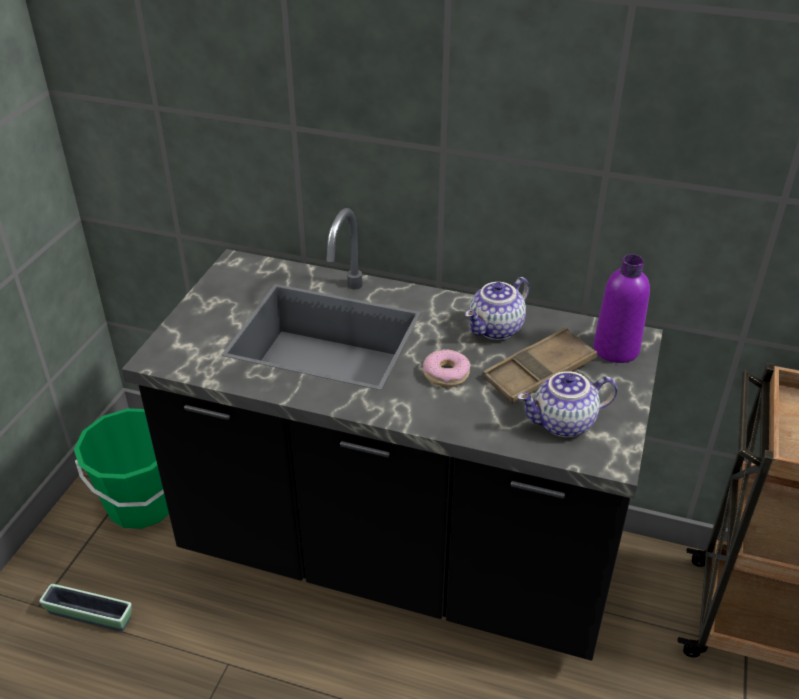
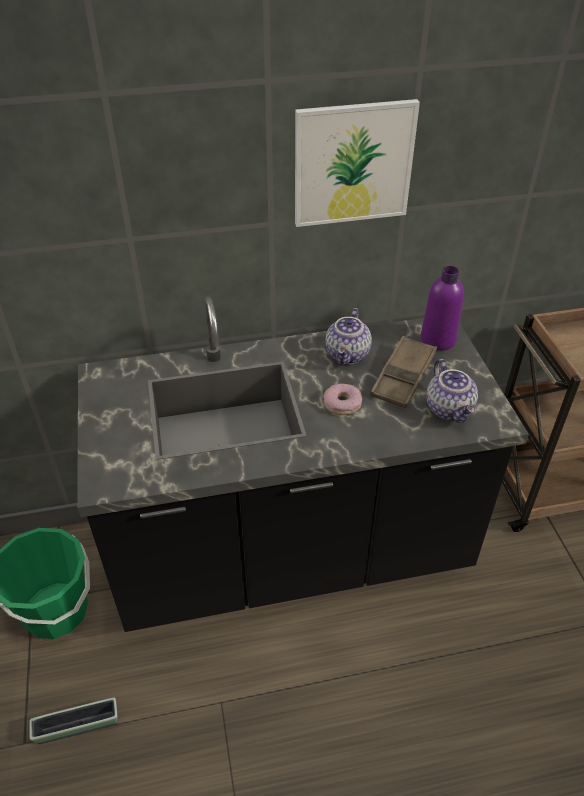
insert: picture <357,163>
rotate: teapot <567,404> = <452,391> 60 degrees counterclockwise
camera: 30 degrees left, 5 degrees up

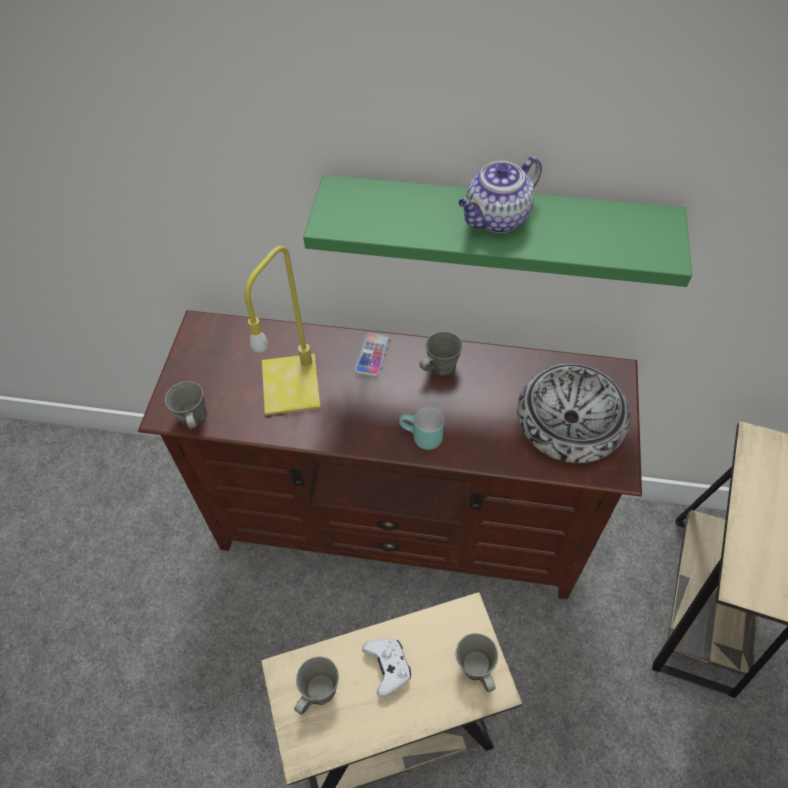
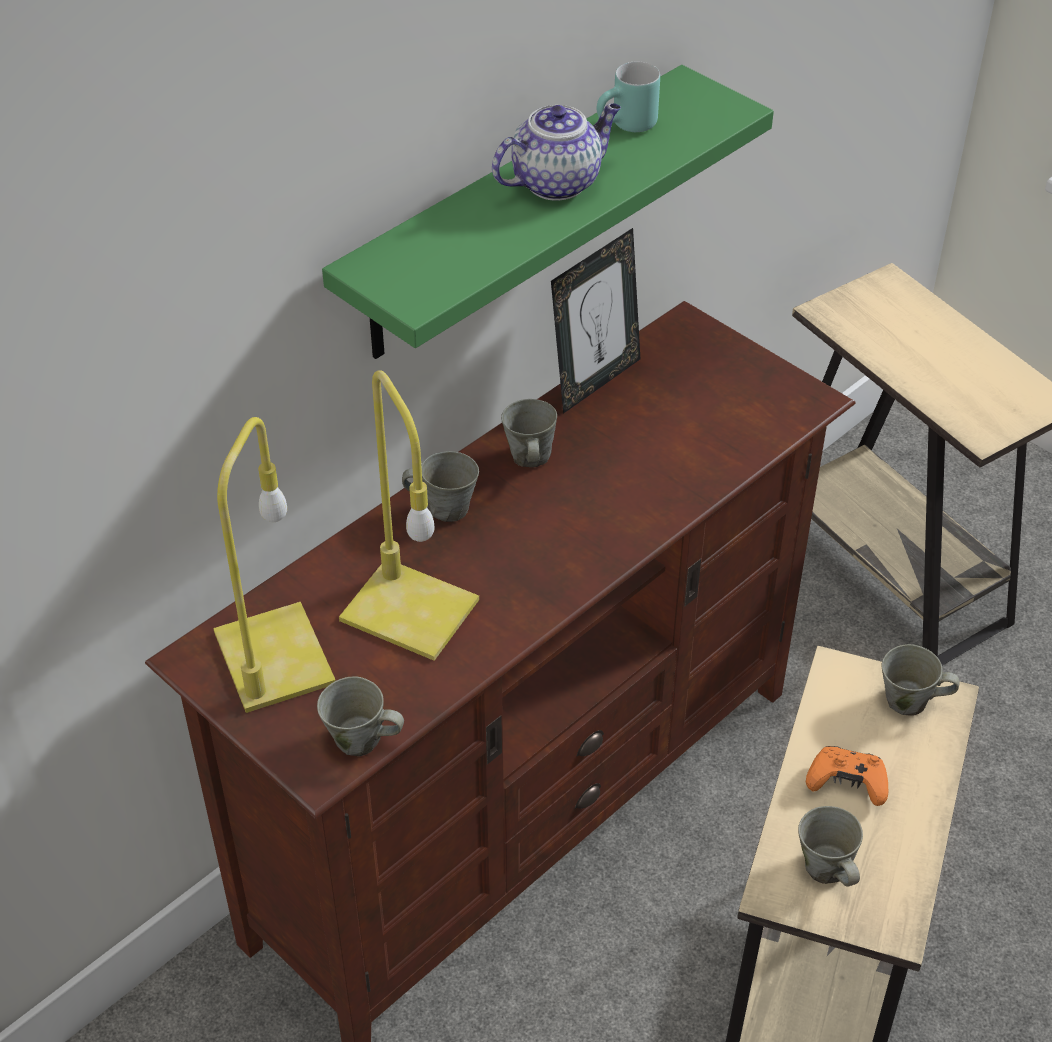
delete: bowl <573,413>
insert: yellow table lamp <274,565>; picture frame <595,321>
move: turquoise mug <421,428> to <628,96>
replace: phone <372,354> to grey mug <440,486>
recolor: white game controller <386,668> to orange game controller <847,776>
rotate: teapot <500,194> = <556,152> 120 degrees counterclockwise
camera: 55 degrees left, 10 degrees down

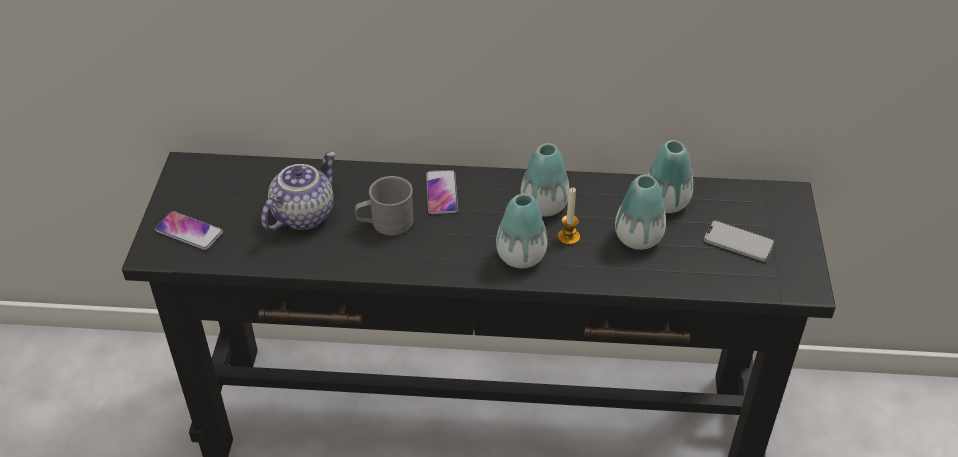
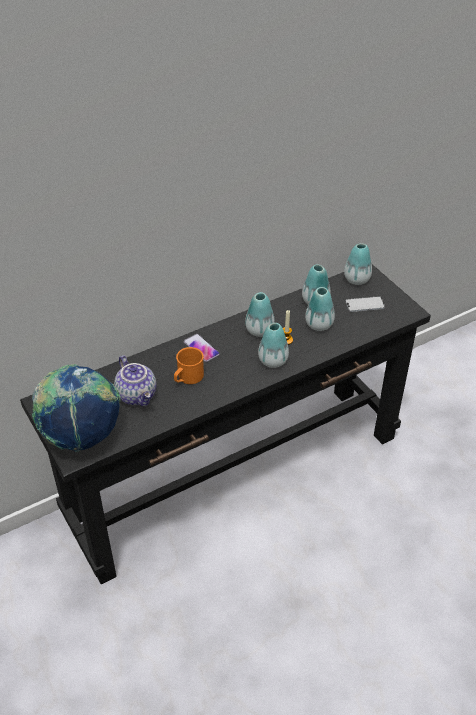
insert: vase <358,264>
replace: phone <189,230> to globe <76,408>
recolor: grey mug <384,206> to orange mug <189,365>
rotate: teapot <298,191> = <135,380> 150 degrees clockwise
camera: 35 degrees left, 0 degrees up

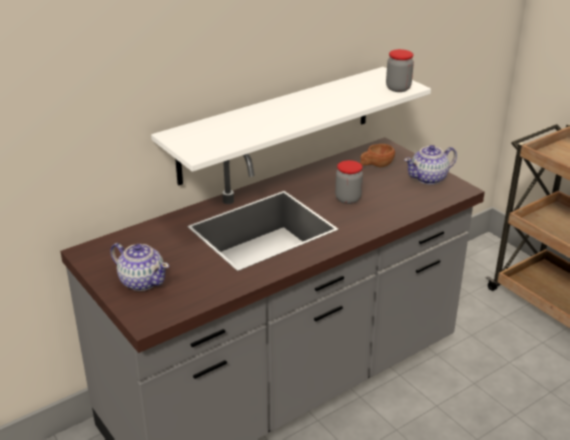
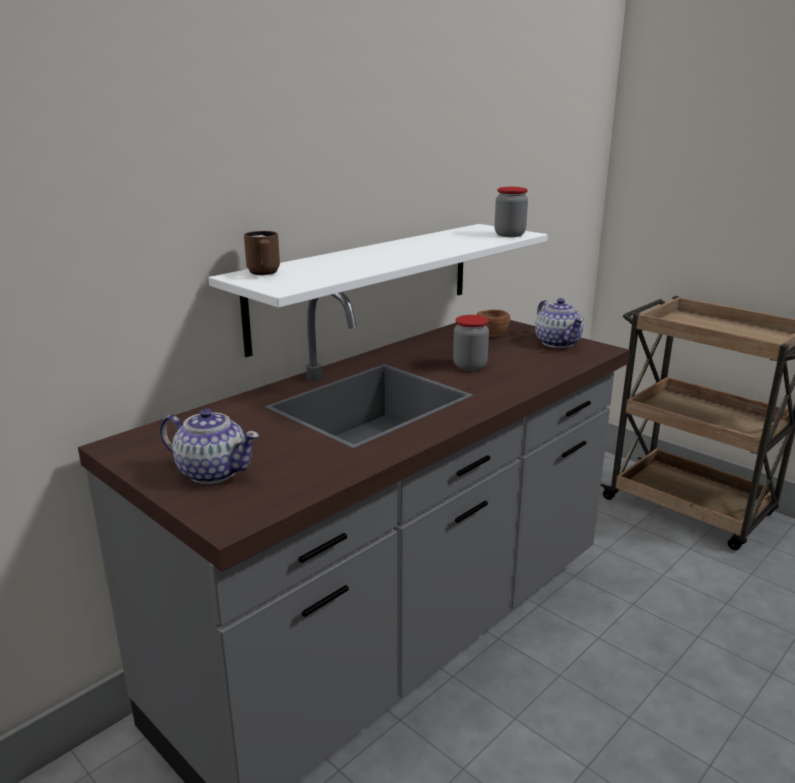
insert: brown mug <262,253>
rotate: teapot <430,165> = <559,323> 75 degrees counterclockwise
camera: 10 degrees left, 10 degrees down

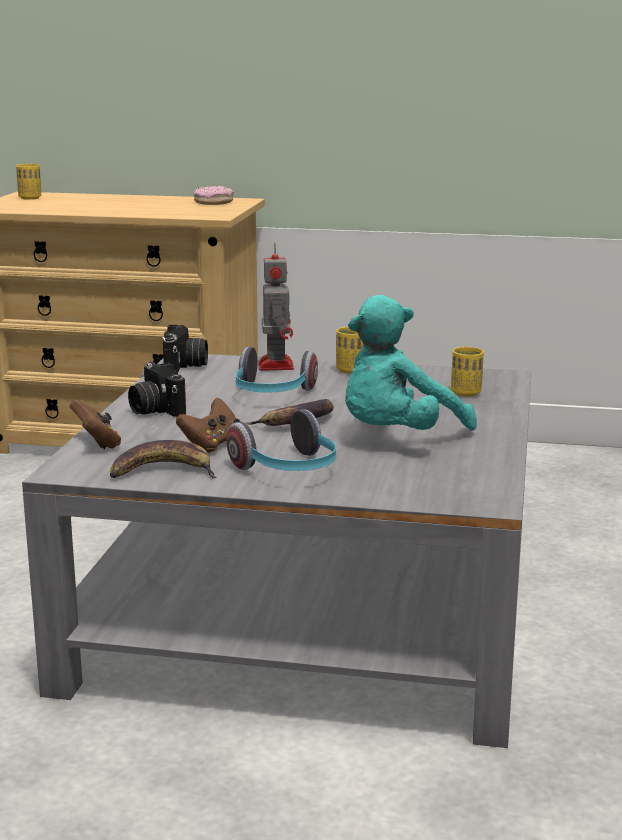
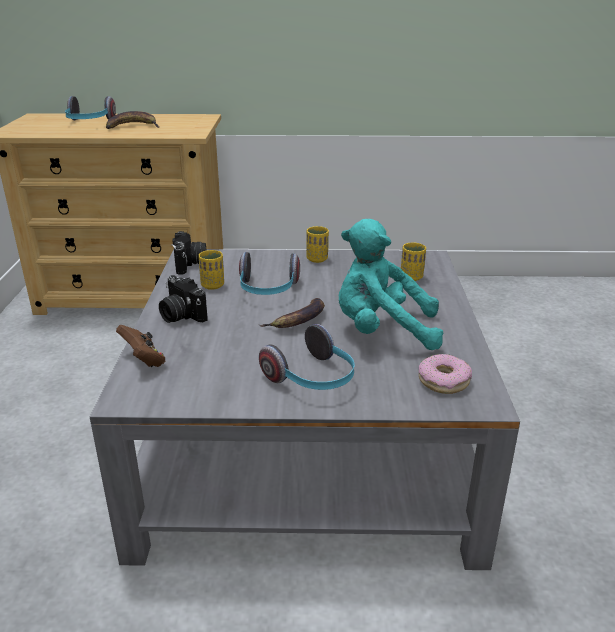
delete: brown game controller <208,425>; toy robot <276,307>
insert: headphones <90,108>
move: yellow cup <28,182> to <211,270>; banana <163,459> to <132,120>; donut <213,195> to <445,374>
rotate: turquoise plush toy <411,363> = <391,284> 60 degrees clockwise
camera: 10 degrees left, 10 degrees up

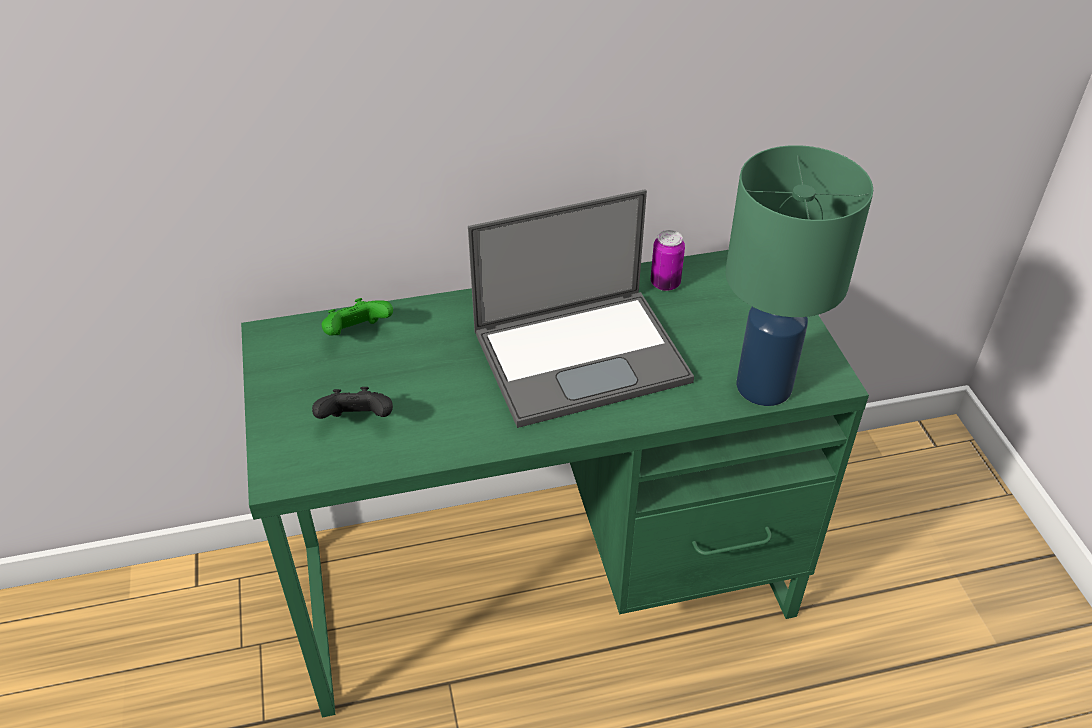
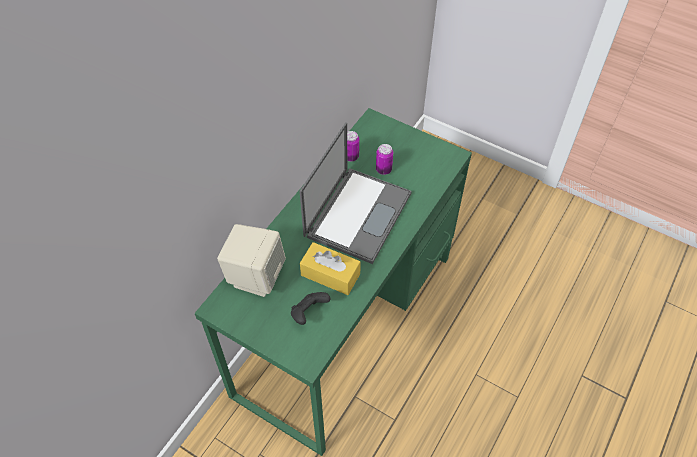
delete: green table lamp <799,275>
insert: yellow tissue box <330,268>; can <384,159>
replace: green game controller <357,317> to beige speaker <251,260>
camera: 45 degrees left, 10 degrees up

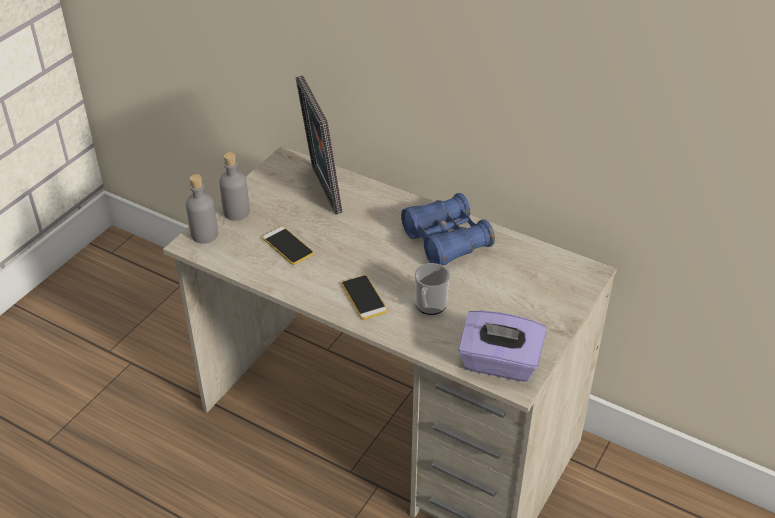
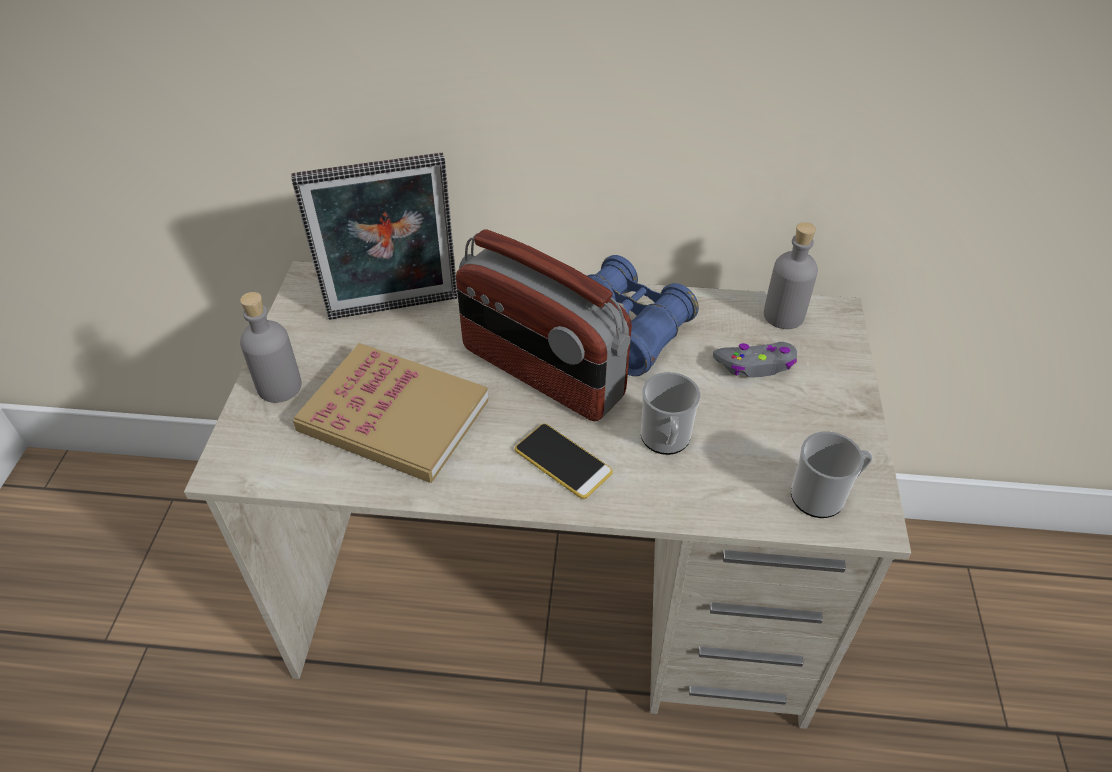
insert: radio <544,325>; grey game controller <755,359>
move: grey bottle <202,209> to <791,275>
replace: phone <288,245> to book <390,413>; purple tissue box <502,346> to mug <832,474>
rotate: picture frame <319,144> = <374,236> 60 degrees counterclockwise
camera: 25 degrees left, 5 degrees up

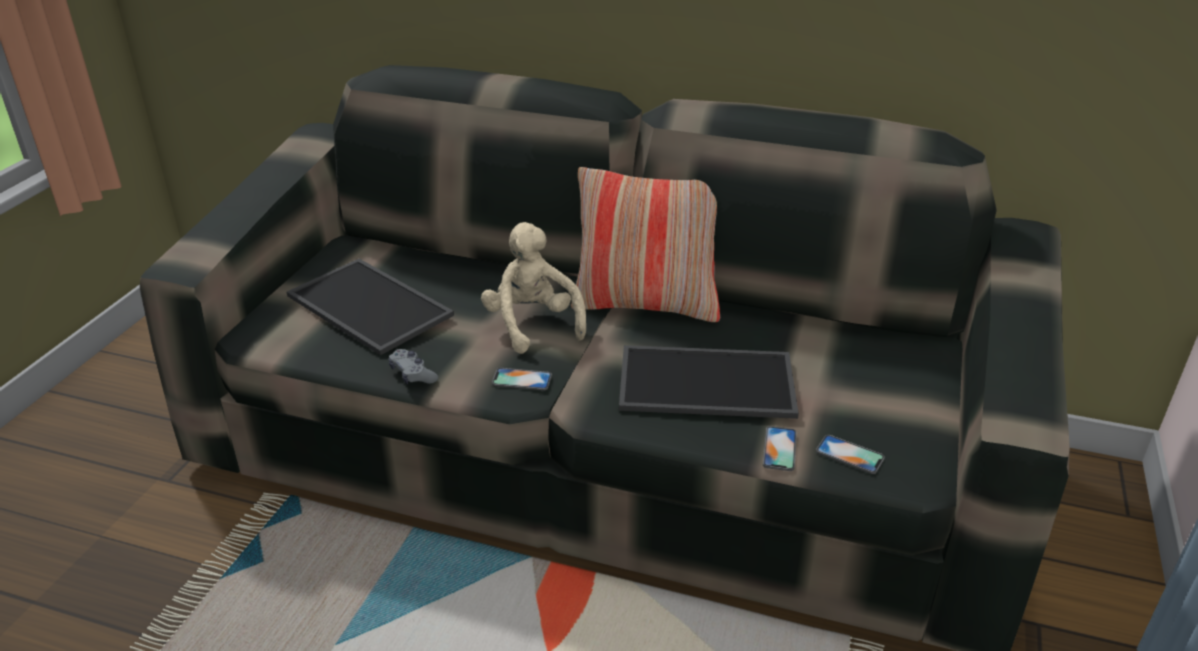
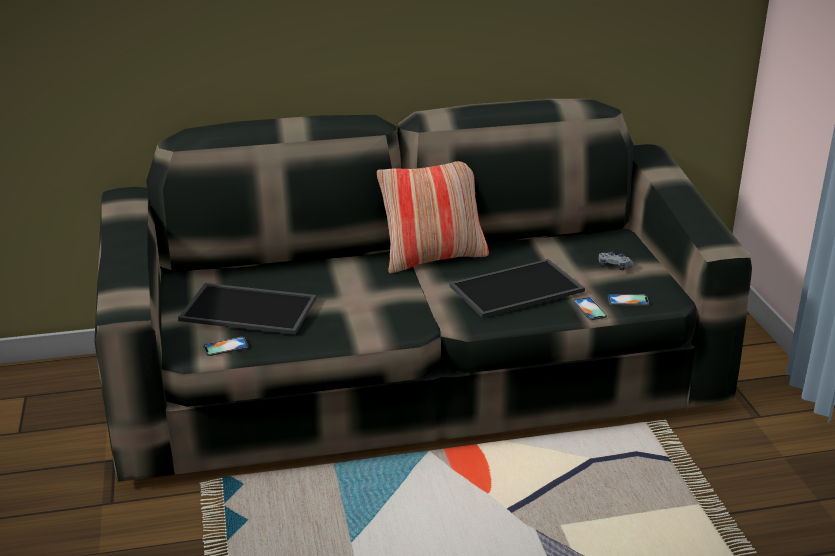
delete: beige plush toy <533,288>
move: grey game controller <413,366> to <615,260>; phone <522,379> to <225,346>
camera: 30 degrees left, 5 degrees down

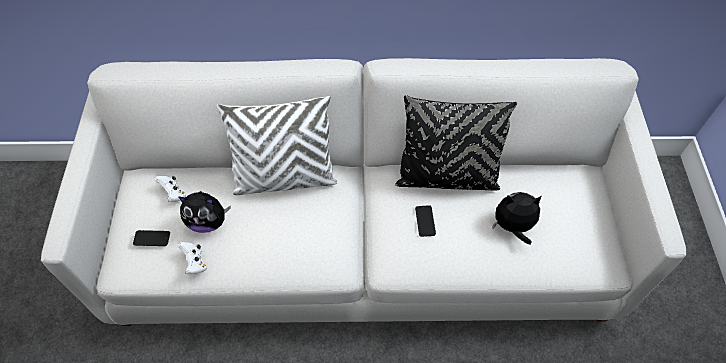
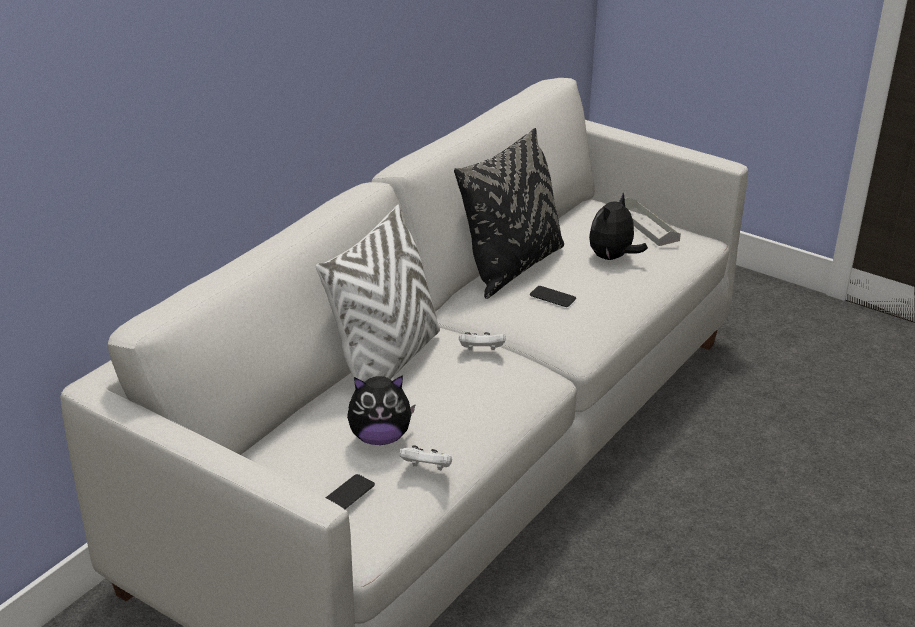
insert: grey tray <653,221>
move: white game controller <170,189> to <482,341>
rotate: plush toy <205,212> = <381,410> 45 degrees clockwise
camera: 55 degrees left, 25 degrees down

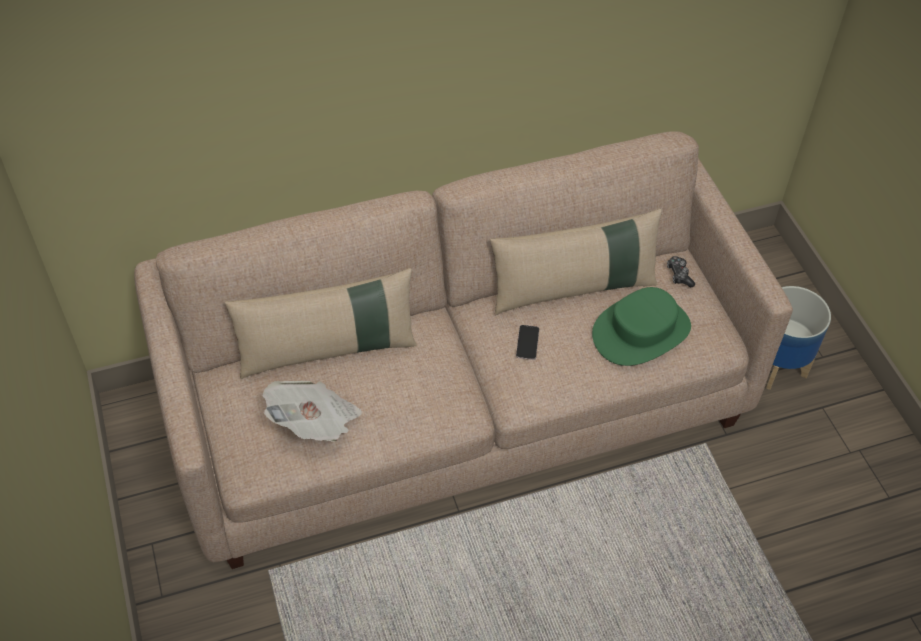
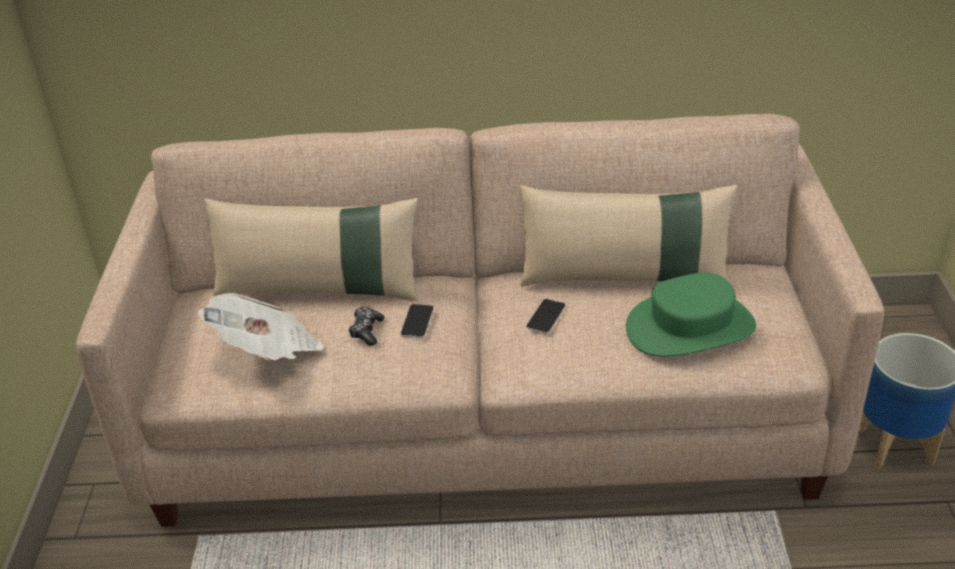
insert: phone <417,321>
move: game controller <681,272> to <366,326>
camera: 20 degrees right, 15 degrees down

